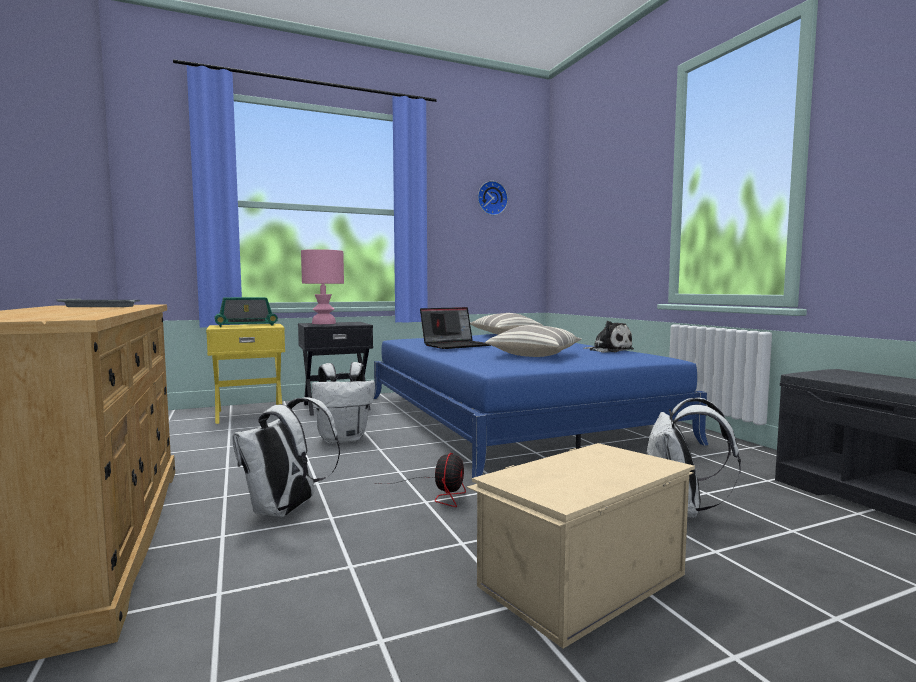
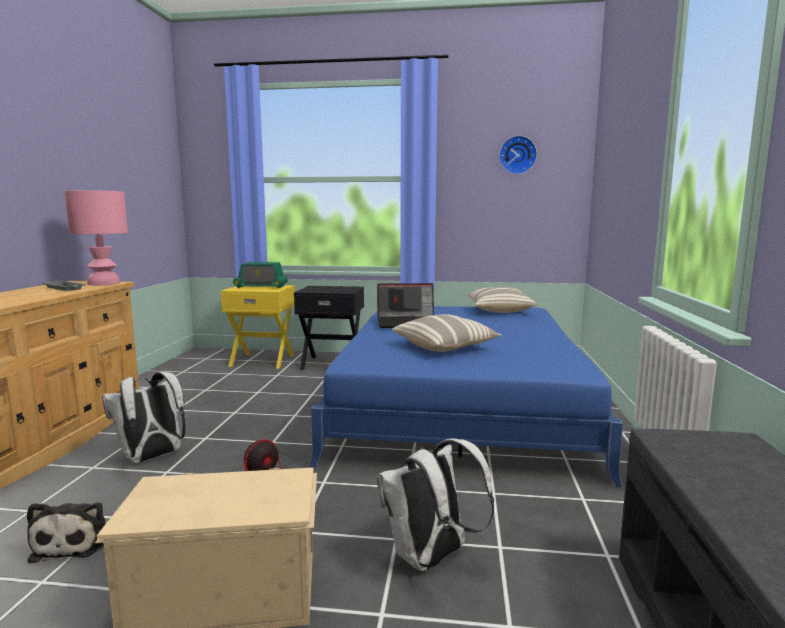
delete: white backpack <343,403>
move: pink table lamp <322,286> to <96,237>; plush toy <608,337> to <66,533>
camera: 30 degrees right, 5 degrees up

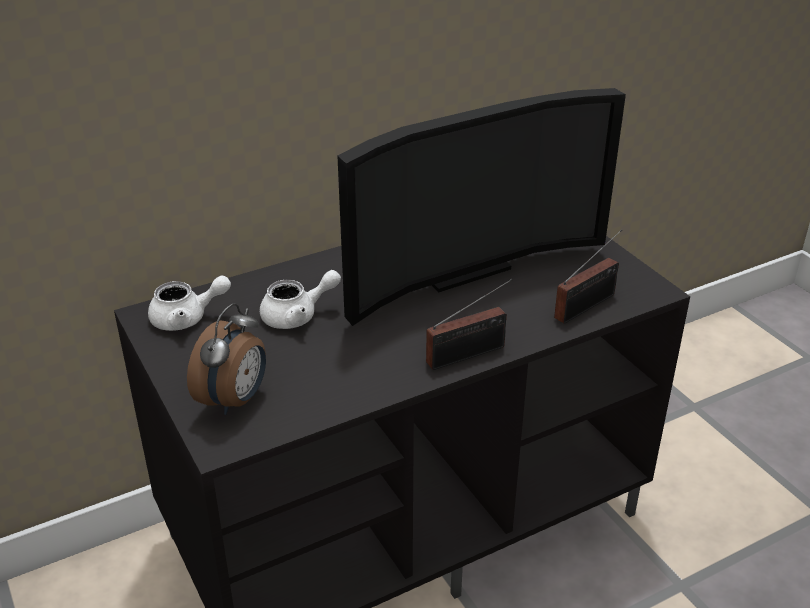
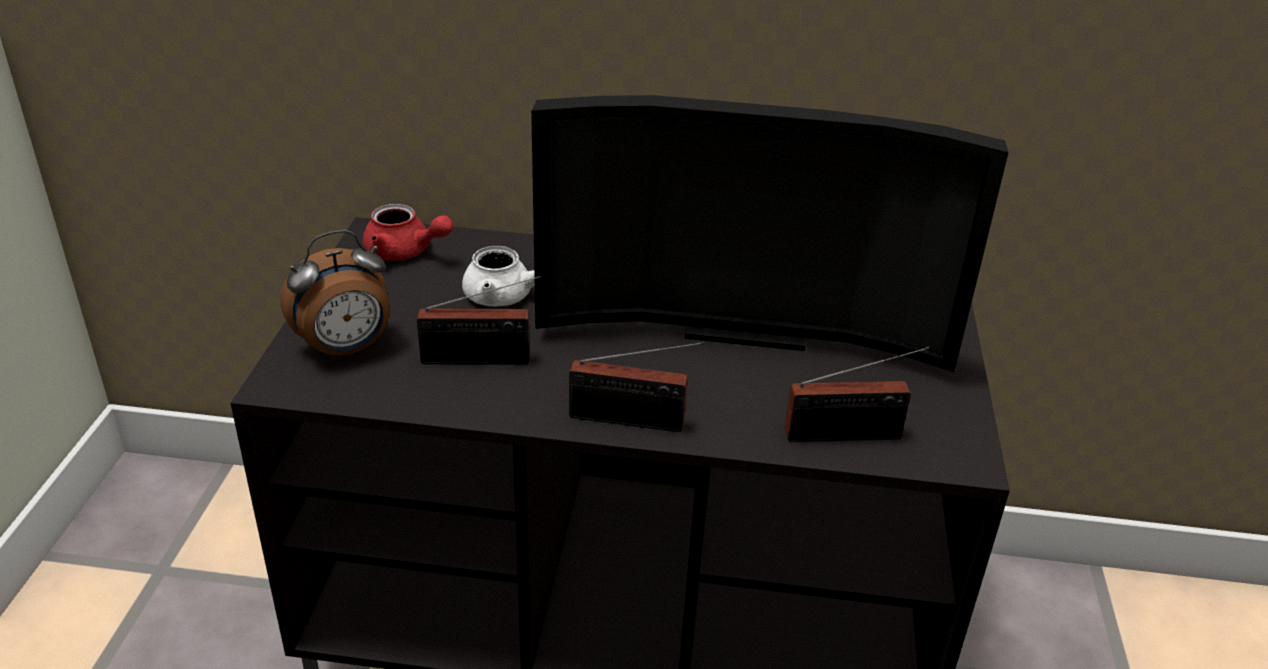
insert: radio <479,320>
recolor: white teapot <189,303> to red teapot <408,232>
camera: 35 degrees right, 0 degrees up

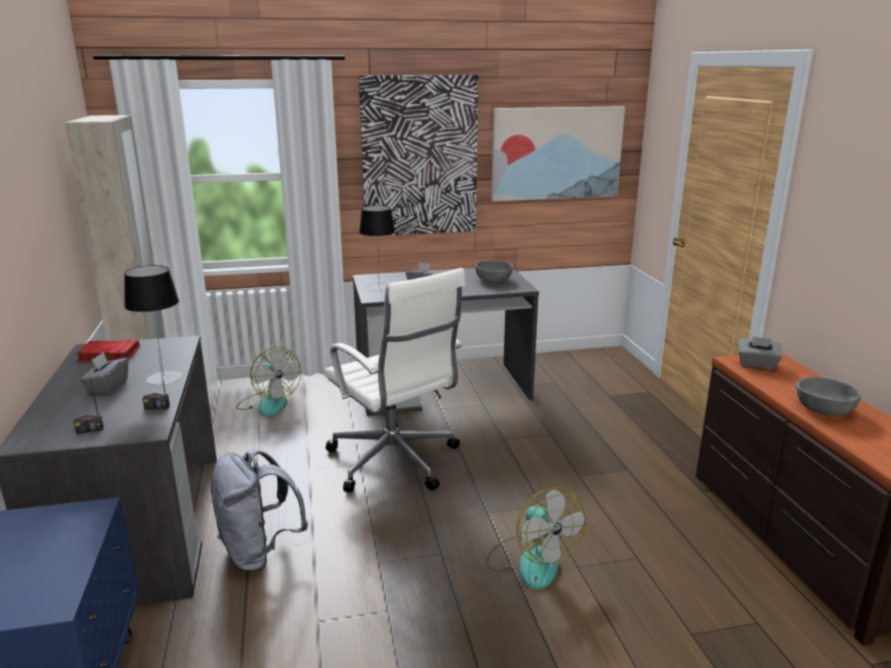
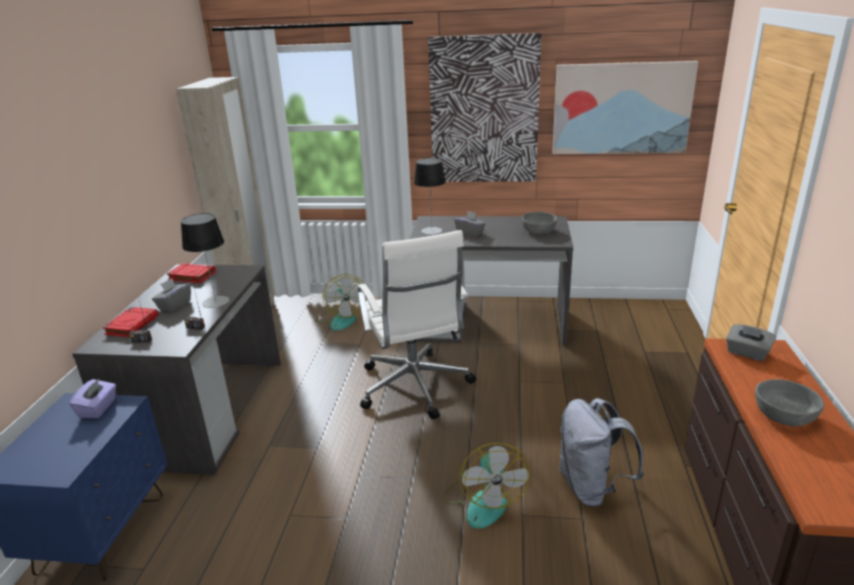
insert: purple tissue box <92,398>; red book <130,322>
move: grey backpack <259,510> to <601,452>
camera: 20 degrees right, 5 degrees up

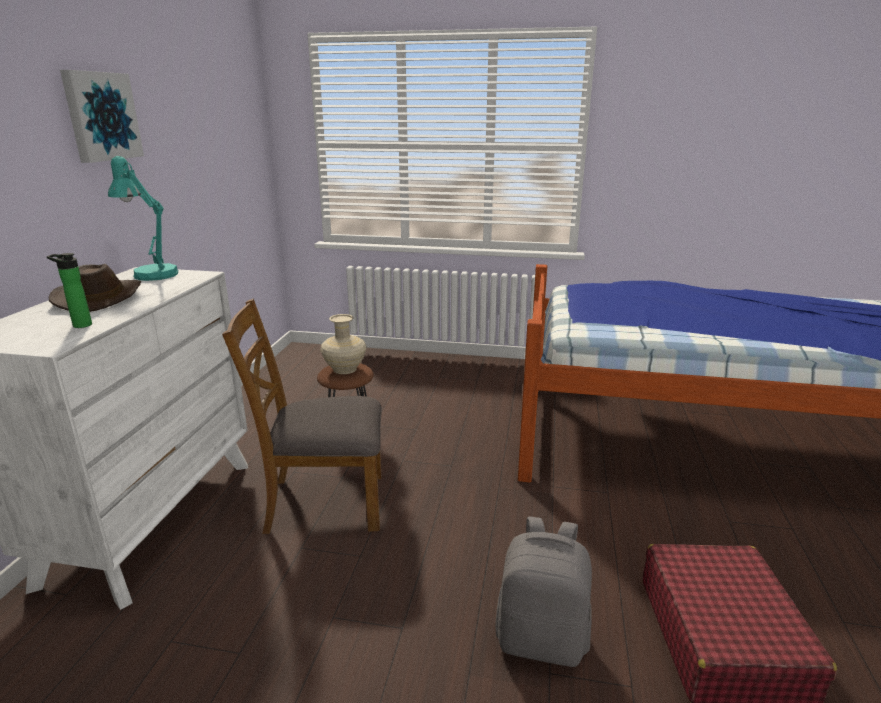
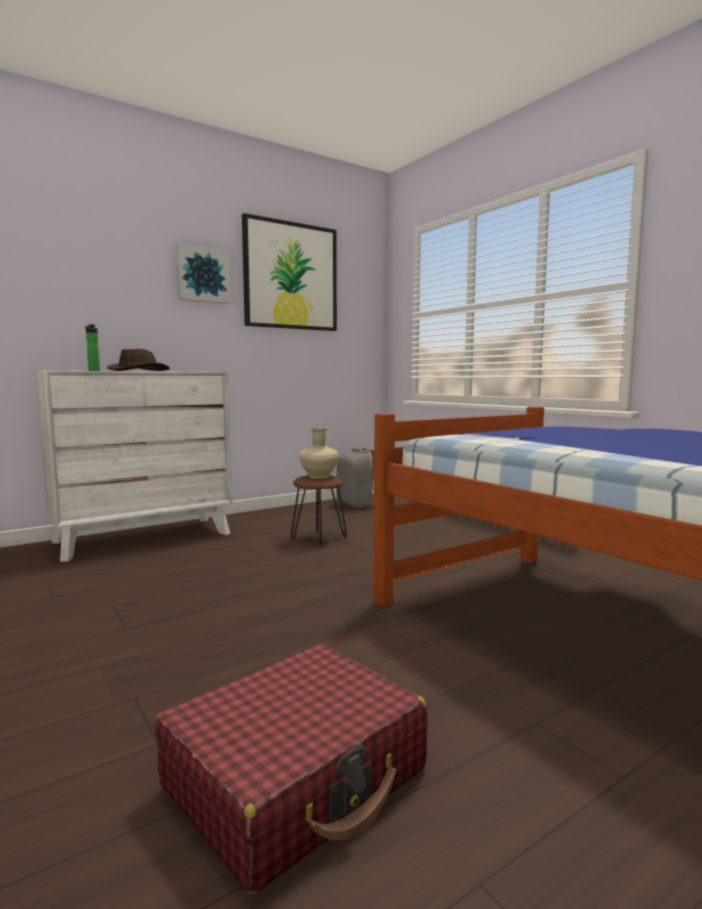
delete: turquoise table lamp <143,218>; brown chair <302,416>
insert: picture <289,272>
move: grey backpack <543,592> to <355,477>
camera: 45 degrees right, 15 degrees down

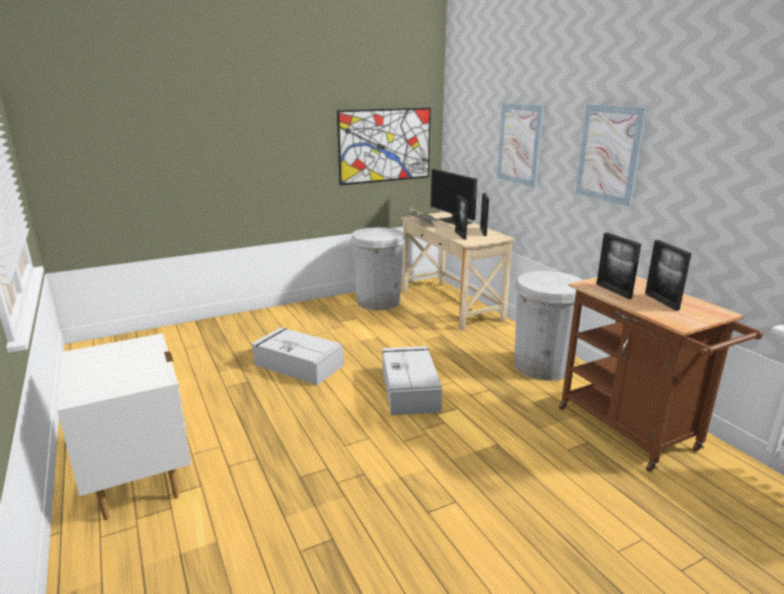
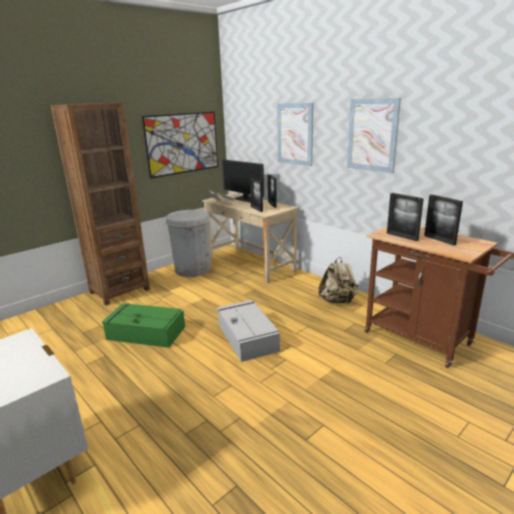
insert: brown bookcase <100,204>
replace: white trash can <549,326> to beige backpack <338,280>
recolor: grey storage box <297,356> to green storage box <143,325>
camera: 15 degrees left, 0 degrees up

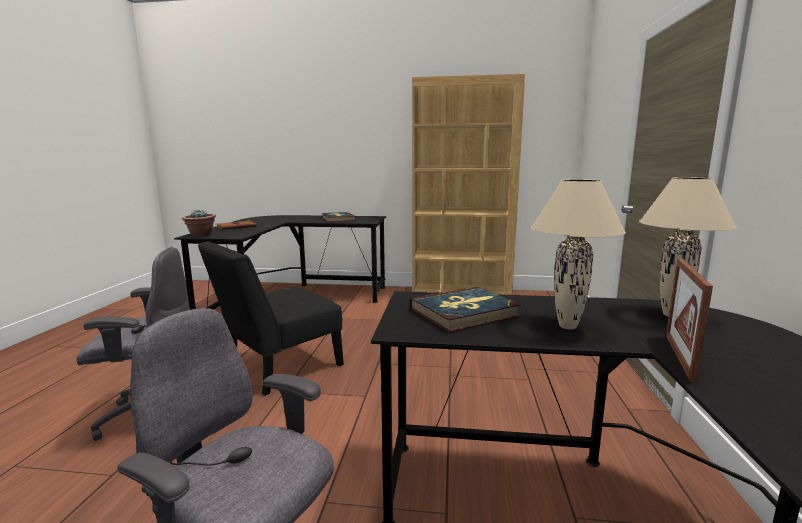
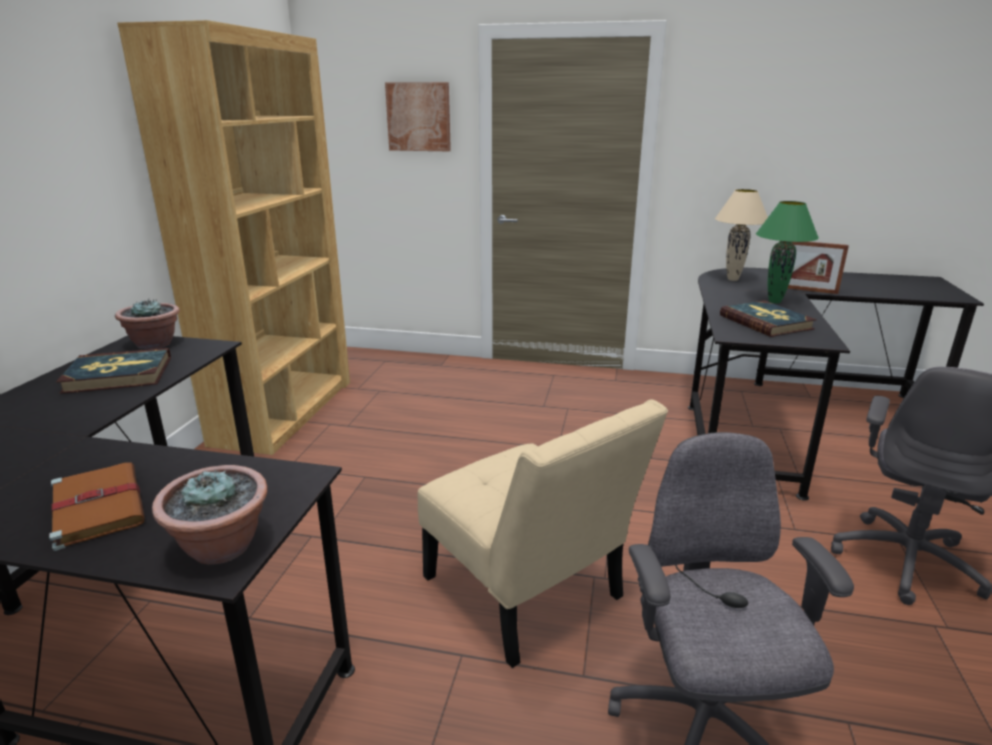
insert: potted plant <147,323>; picture <418,116>
recolor: black chair <271,318> to beige chair <543,533>; beige table lamp <578,254> to green table lamp <787,252>
camera: 85 degrees left, 10 degrees up

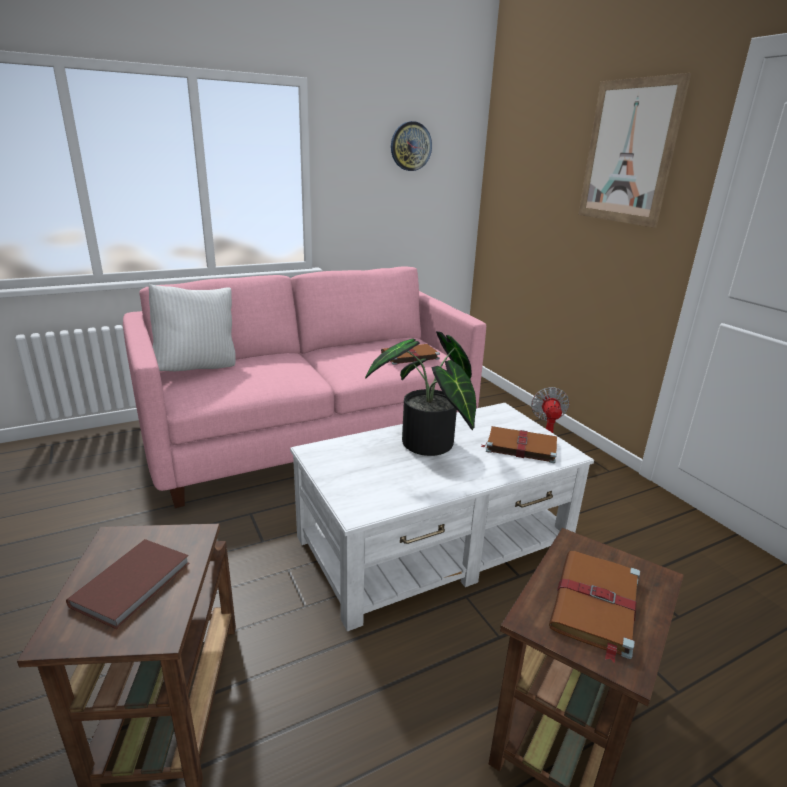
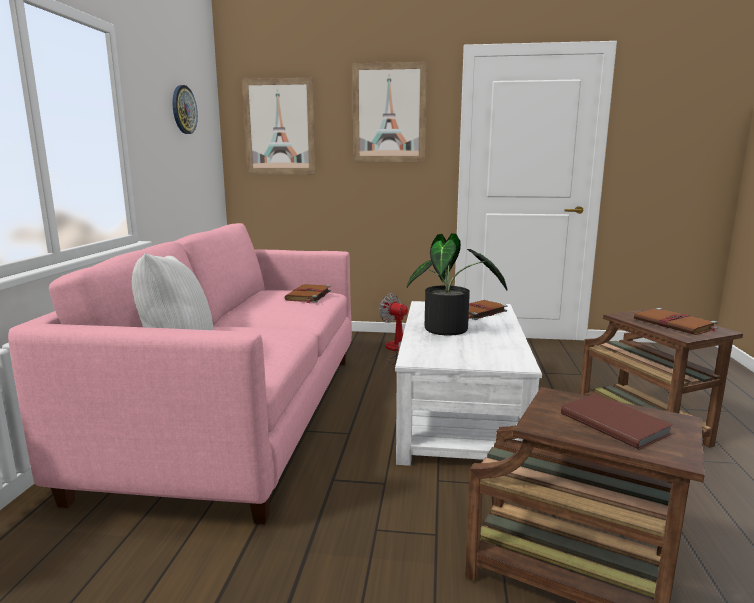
insert: picture <279,126>
camera: 55 degrees left, 10 degrees down

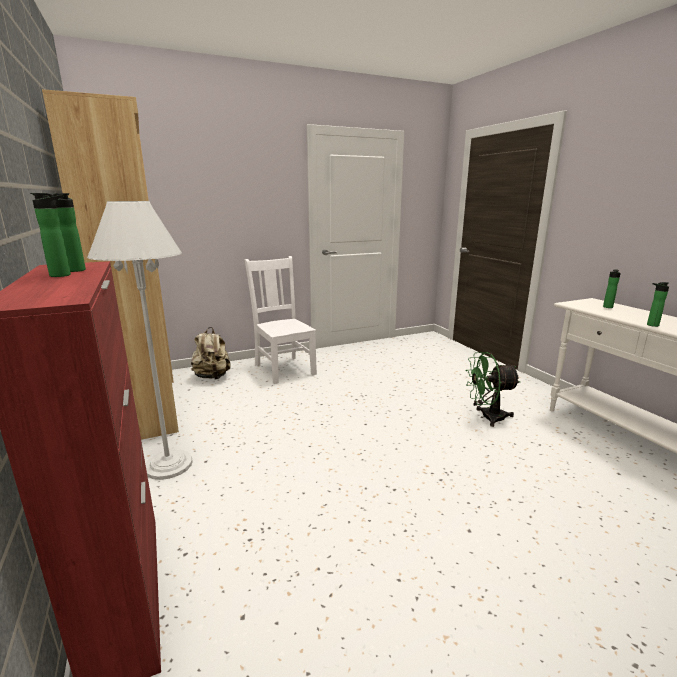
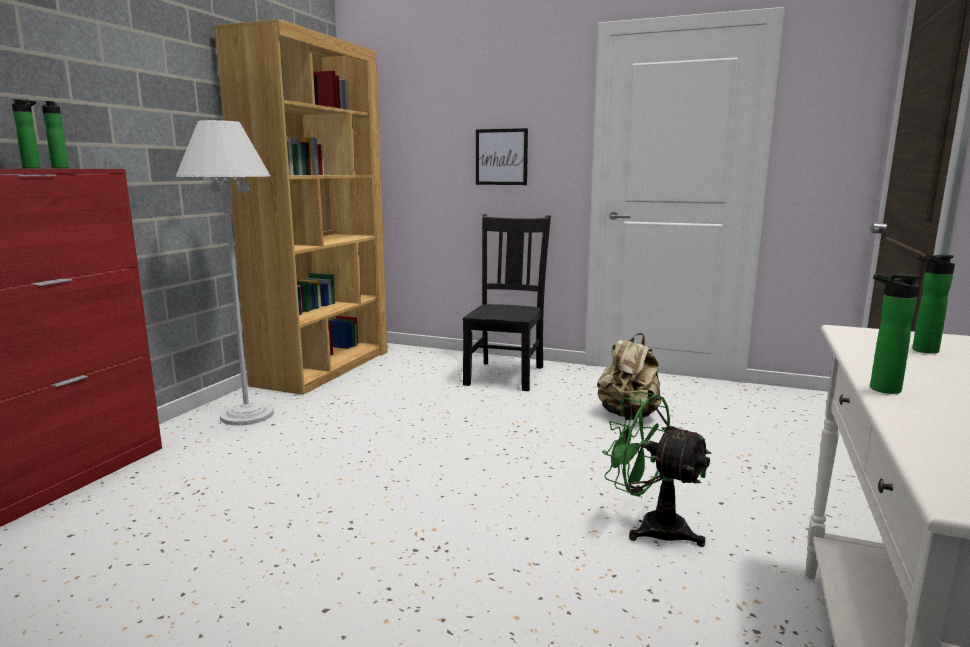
insert: picture <502,156>
move: beige backpack <211,353> to <629,376>
recolor: white chair <281,320> to black chair <507,302>
camera: 45 degrees right, 5 degrees down

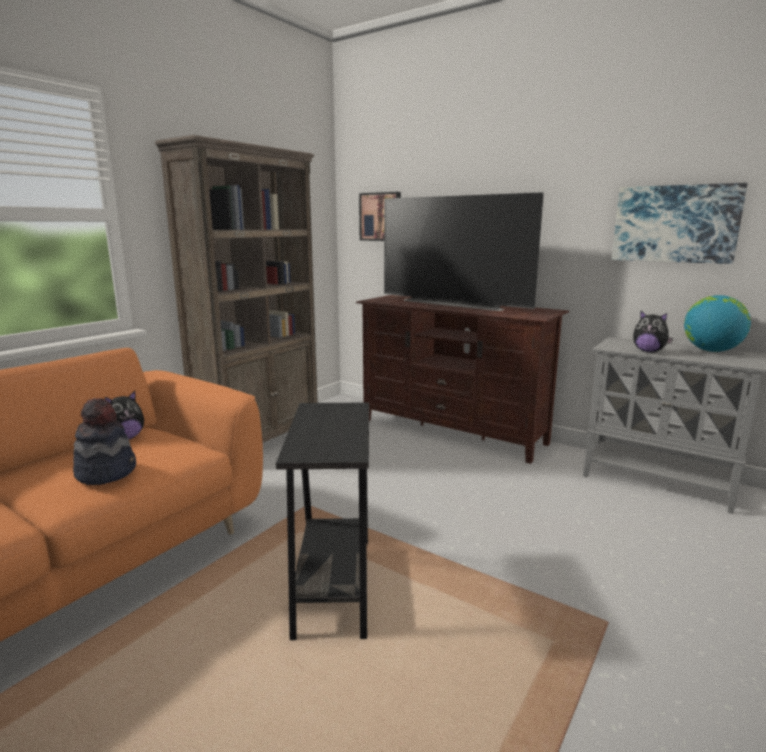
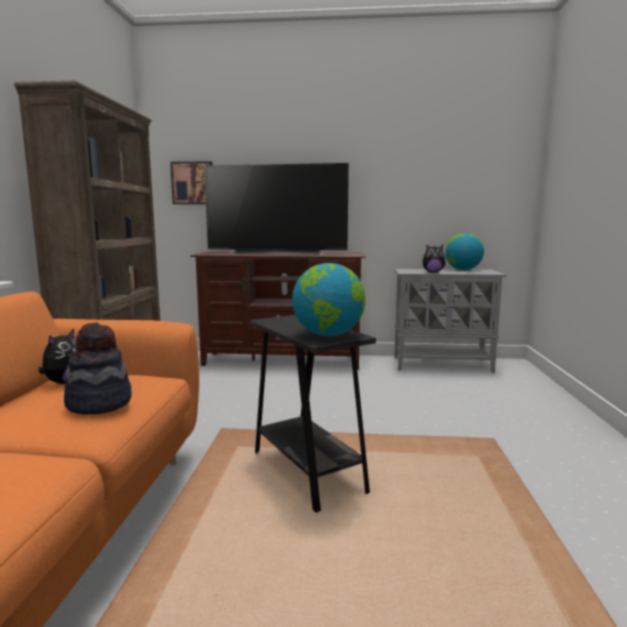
delete: picture <680,223>
insert: globe <329,299>
camera: 30 degrees left, 5 degrees down

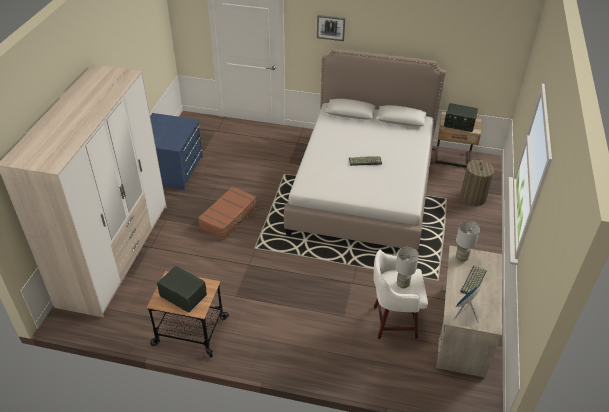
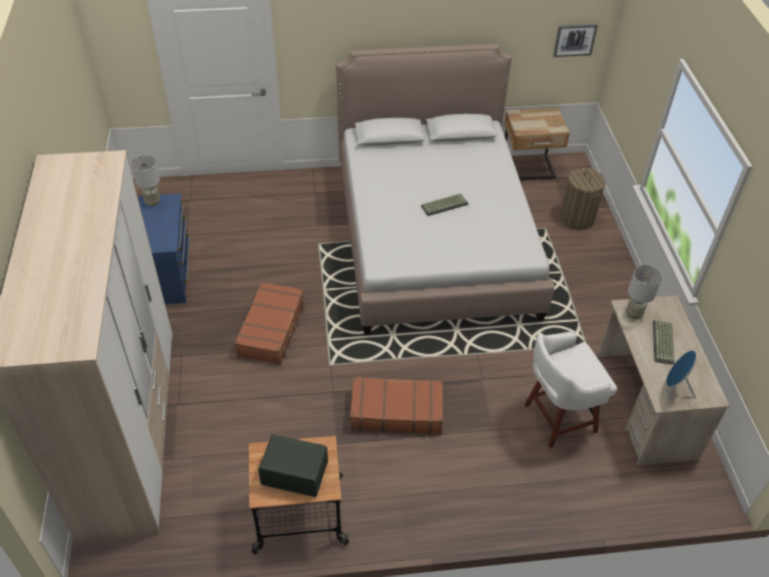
delete: radio <461,117>
insert: brown suitcase <396,405>
move: picture <331,28> to <575,40>; grey table lamp <407,267> to <145,180>
camera: 20 degrees left, 5 degrees up

